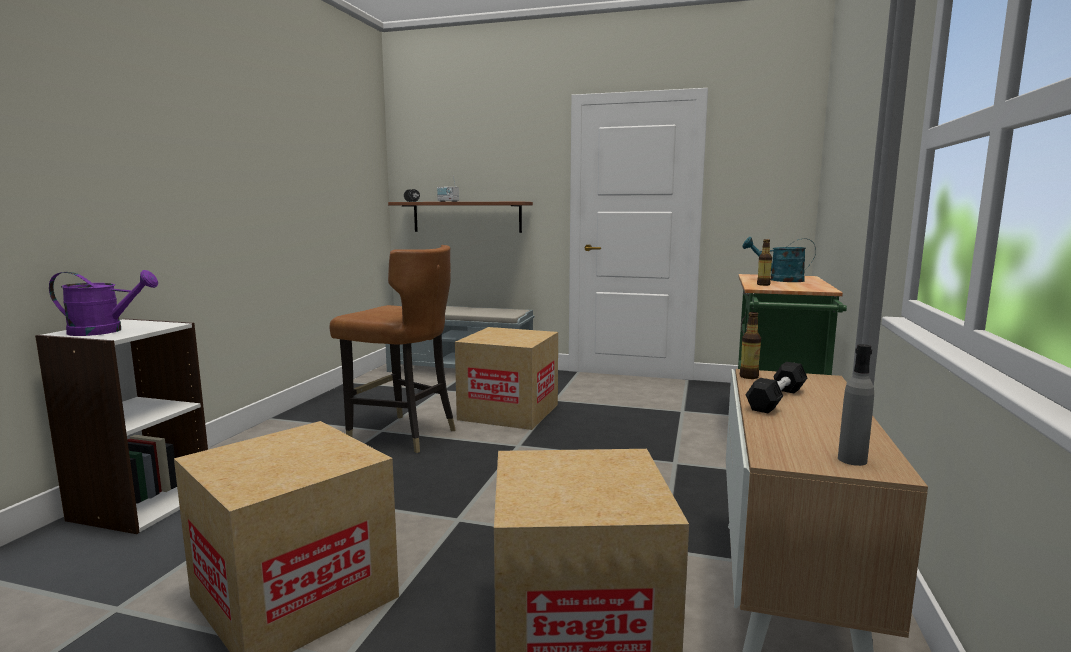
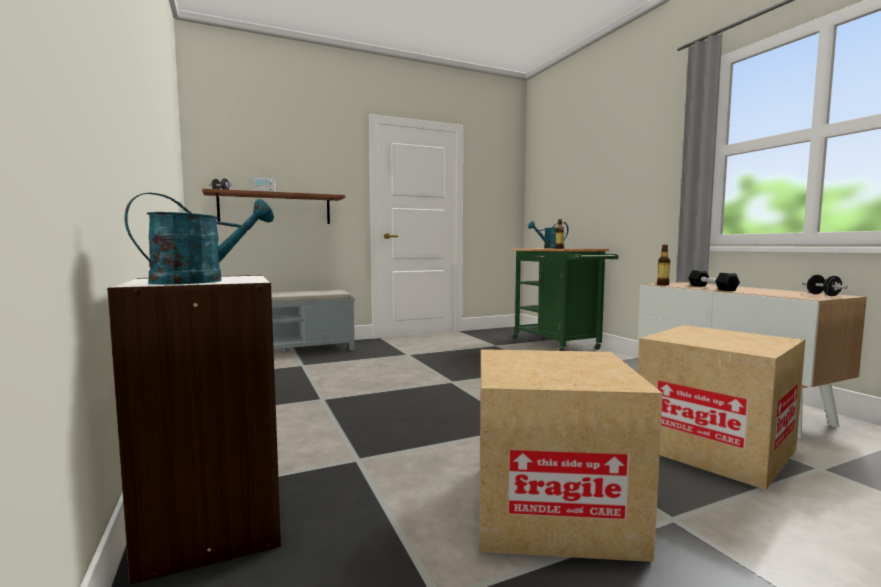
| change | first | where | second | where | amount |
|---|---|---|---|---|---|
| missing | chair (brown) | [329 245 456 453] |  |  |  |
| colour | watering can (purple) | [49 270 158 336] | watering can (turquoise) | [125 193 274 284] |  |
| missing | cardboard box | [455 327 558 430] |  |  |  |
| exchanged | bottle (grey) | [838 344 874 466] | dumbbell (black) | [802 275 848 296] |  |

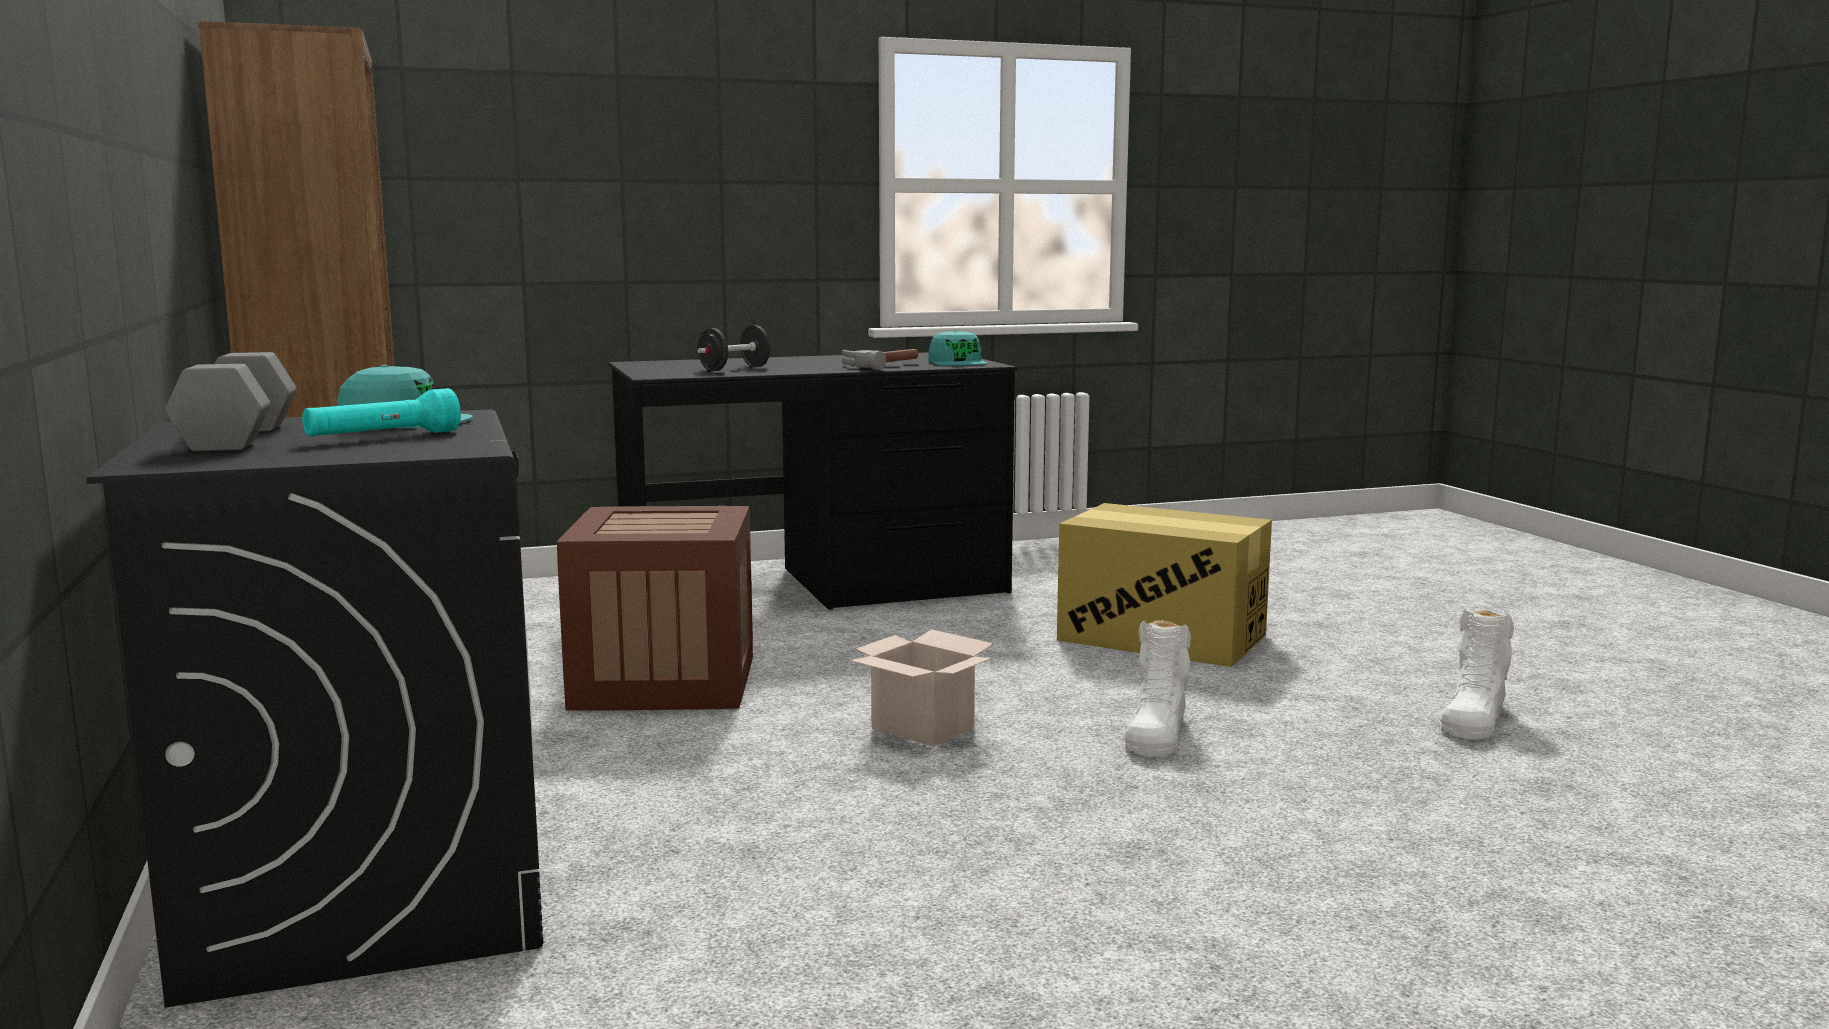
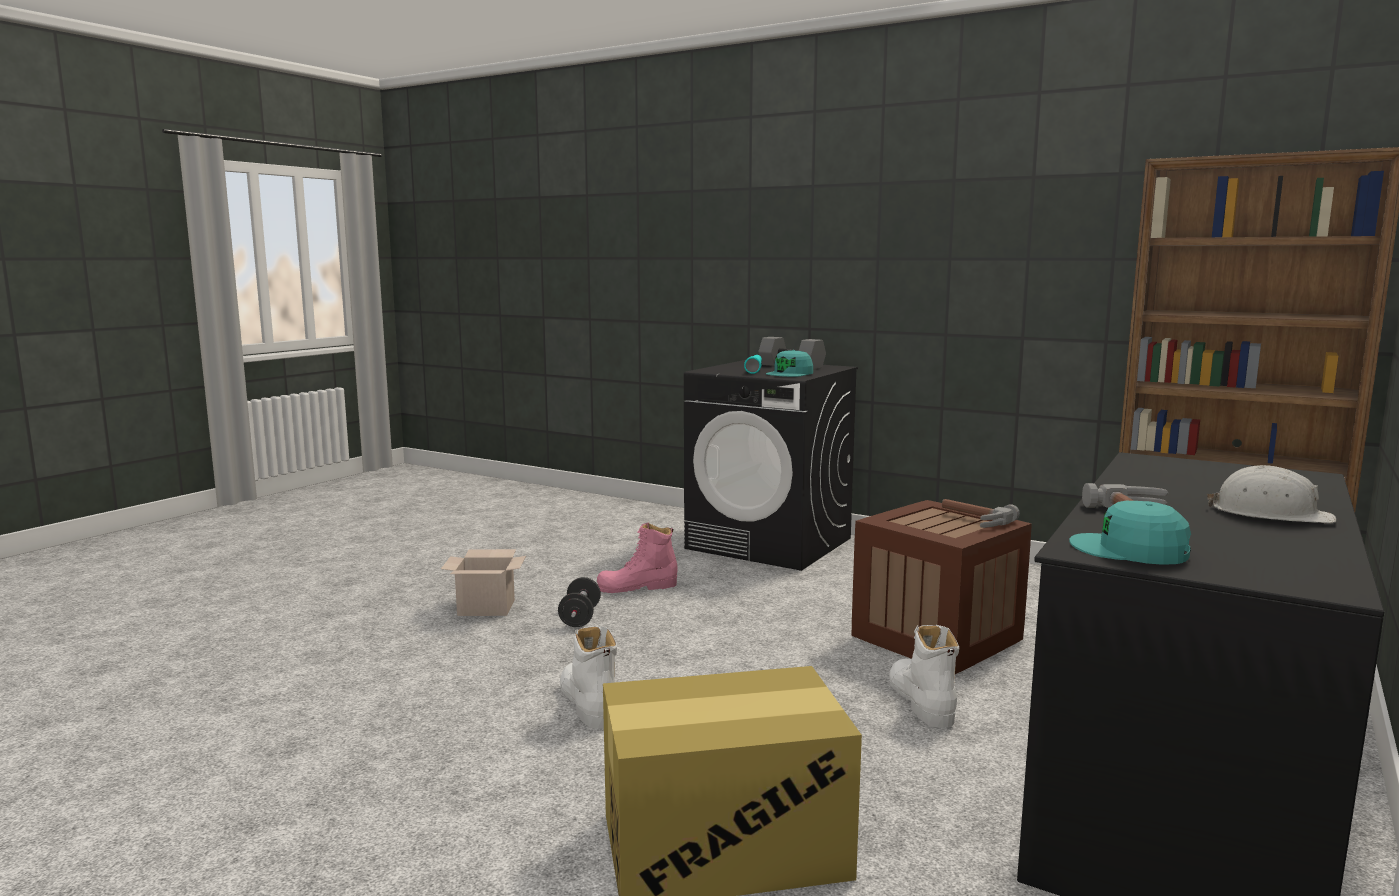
| change | first | where | second | where | amount |
|---|---|---|---|---|---|
| relocated | dumbbell (black) | [697 325 771 371] |  | [558 577 601 627] |  |
| relocated | boot (white) | [1440 609 1514 739] |  | [889 625 959 728] |  |
| relocated | cardboard box | [850 629 993 747] |  | [441 549 526 616] |  |
| appeared |  |  | hard hat (white) | [1207 465 1336 524] |  |
| appeared |  |  | hammer | [942 499 1020 528] |  |
| appeared |  |  | boot (pink) | [597 523 678 593] |  |

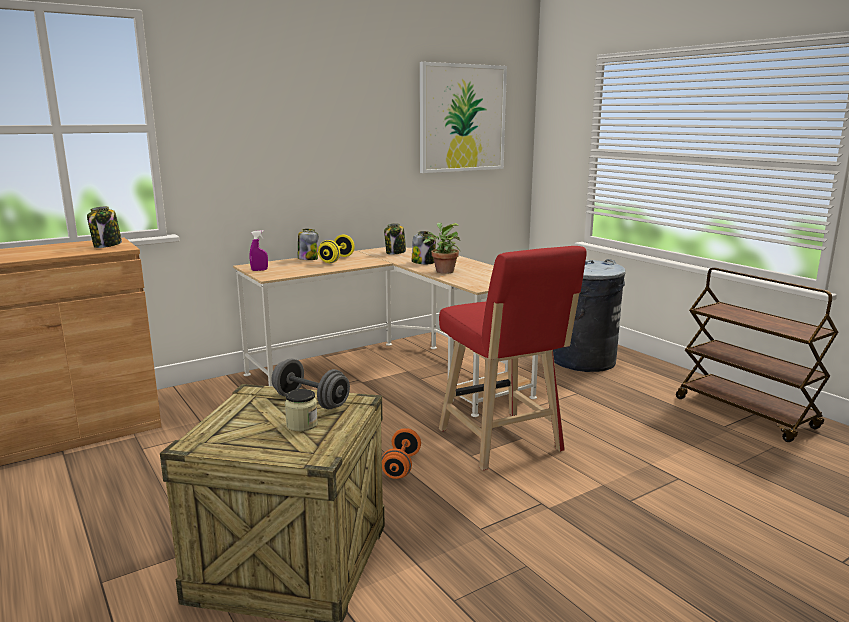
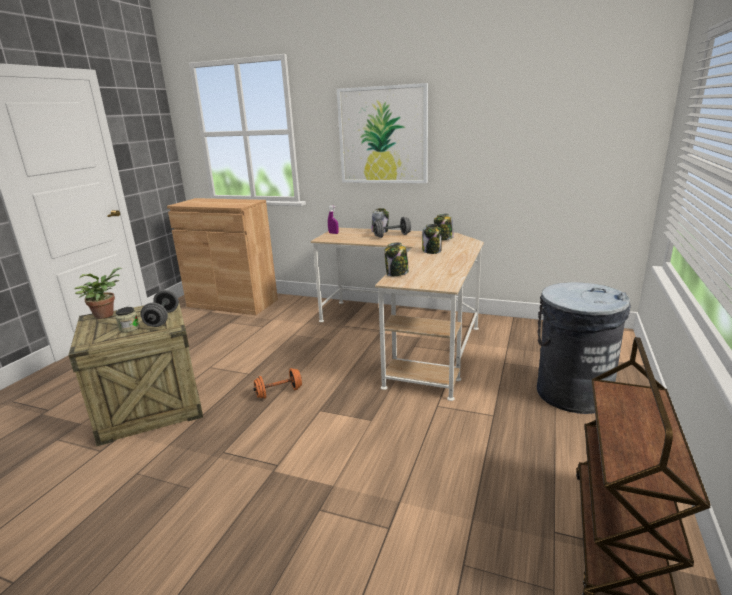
| change | first | where | second | where | amount |
|---|---|---|---|---|---|
| relocated | picture | [420 62 507 173] |  | [337 83 428 183] |  |
| relocated | jar | [87 206 122 248] |  | [384 242 409 276] |  |
| relocated | potted plant | [423 222 461 274] |  | [74 267 122 319] |  |
| colour | dumbbell (yellow) | [318 234 355 263] | dumbbell (grey) | [373 217 411 238] |  |
| missing | stool (red) | [439 246 587 470] |  |  |  |

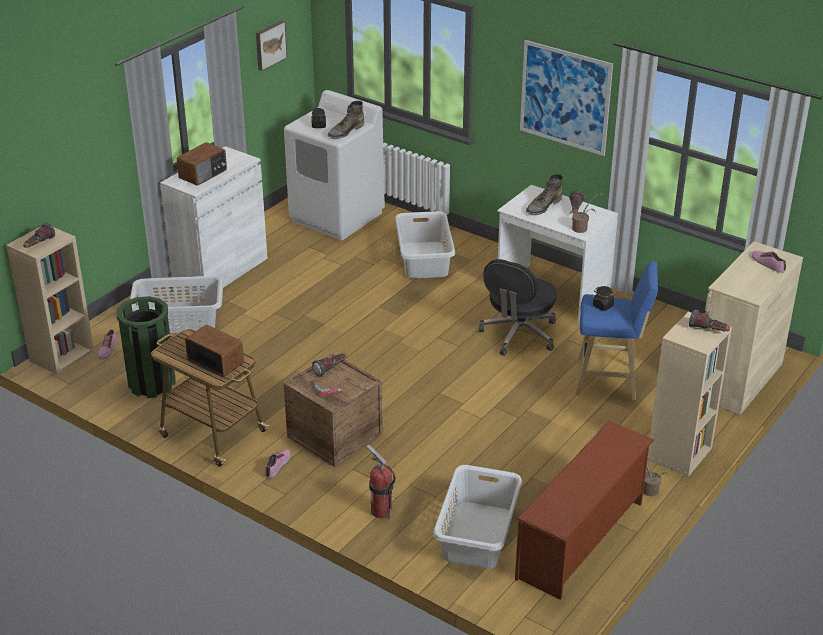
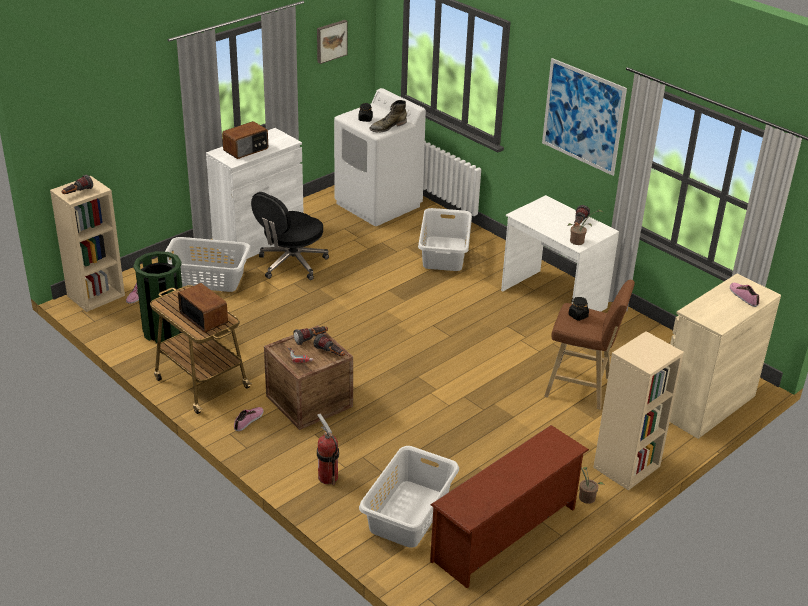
| change | first | where | second | where | amount |
|---|---|---|---|---|---|
| missing | boot (green) | [526 174 563 215] |  |  |  |
| relocated | office chair (black) | [479 259 557 356] |  | [251 192 329 280] |  |
| colour | stool (blue) | [575 261 658 400] | stool (brown) | [544 280 635 410] |  |
| relocated | flashlight | [689 310 730 332] |  | [314 333 345 356] |  |

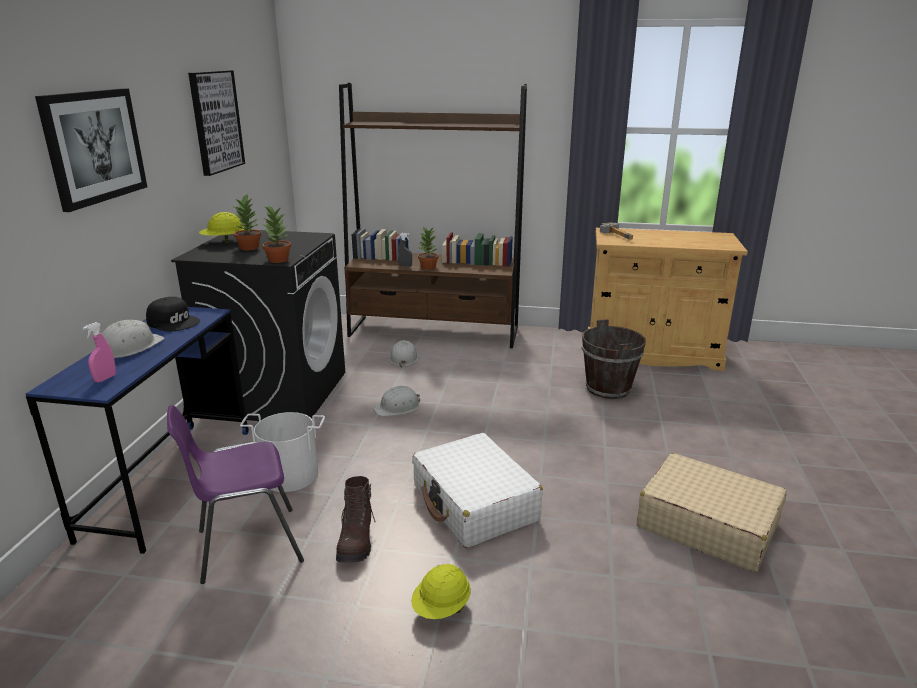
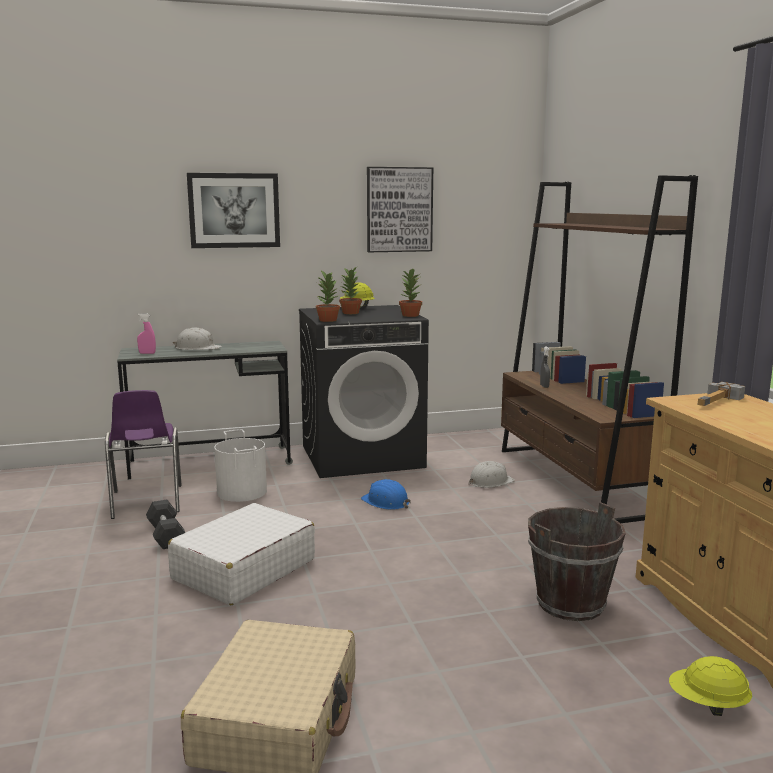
| change | first | where | second | where | amount |
|---|---|---|---|---|---|
| relocated | potted plant | [417 226 438 270] |  | [399 268 422 317] |  |
| missing | cap (black) | [146 297 200 332] |  |  |  |
| colour | desk (blue) | [26 307 249 554] | desk (grey) | [117 341 293 479] |  |
| colour | hard hat (white) | [373 385 420 416] | hard hat (blue) | [361 479 411 510] |  |
| spun | chair (purple) | [167 405 304 584] |  | [105 390 182 519] | 150 degrees counterclockwise |
| exchanged | boot (brown) | [336 476 376 563] | dumbbell (black) | [146 500 185 549] |  |
| relocated | hard hat (yellow) | [411 564 471 619] |  | [669 656 752 716] |  |

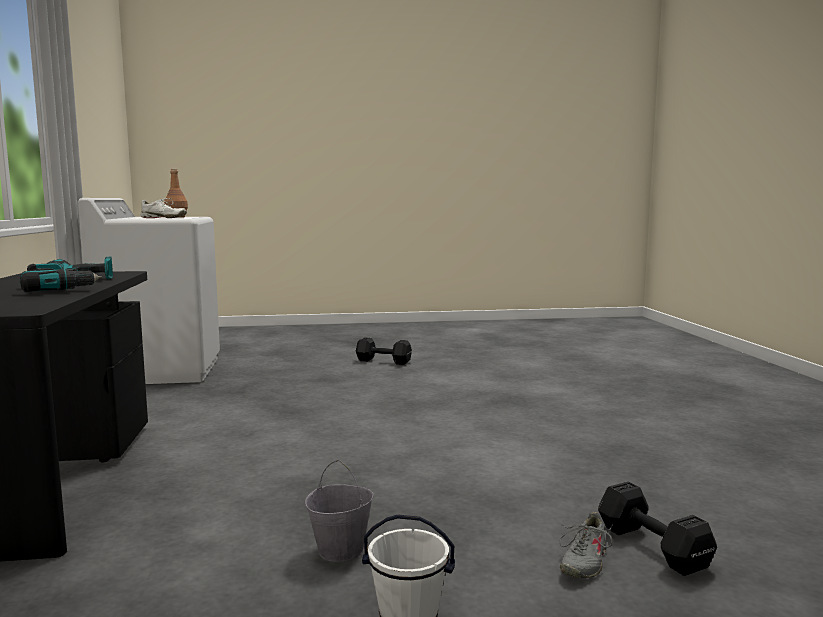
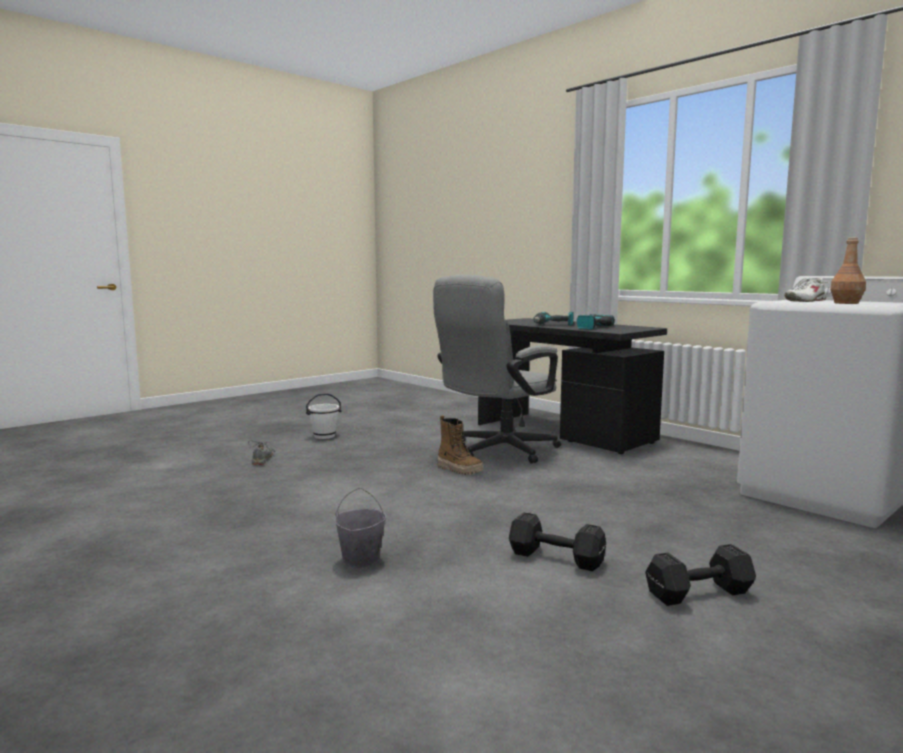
| change | first | where | second | where | amount |
|---|---|---|---|---|---|
| relocated | bucket (grey) | [305 460 374 562] |  | [334 488 386 568] |  |
| relocated | dumbbell (black) | [598 482 717 576] |  | [509 512 606 571] |  |
| appeared |  |  | office chair (grey) | [433 275 561 463] |  |
| appeared |  |  | boot | [437 415 483 475] |  |

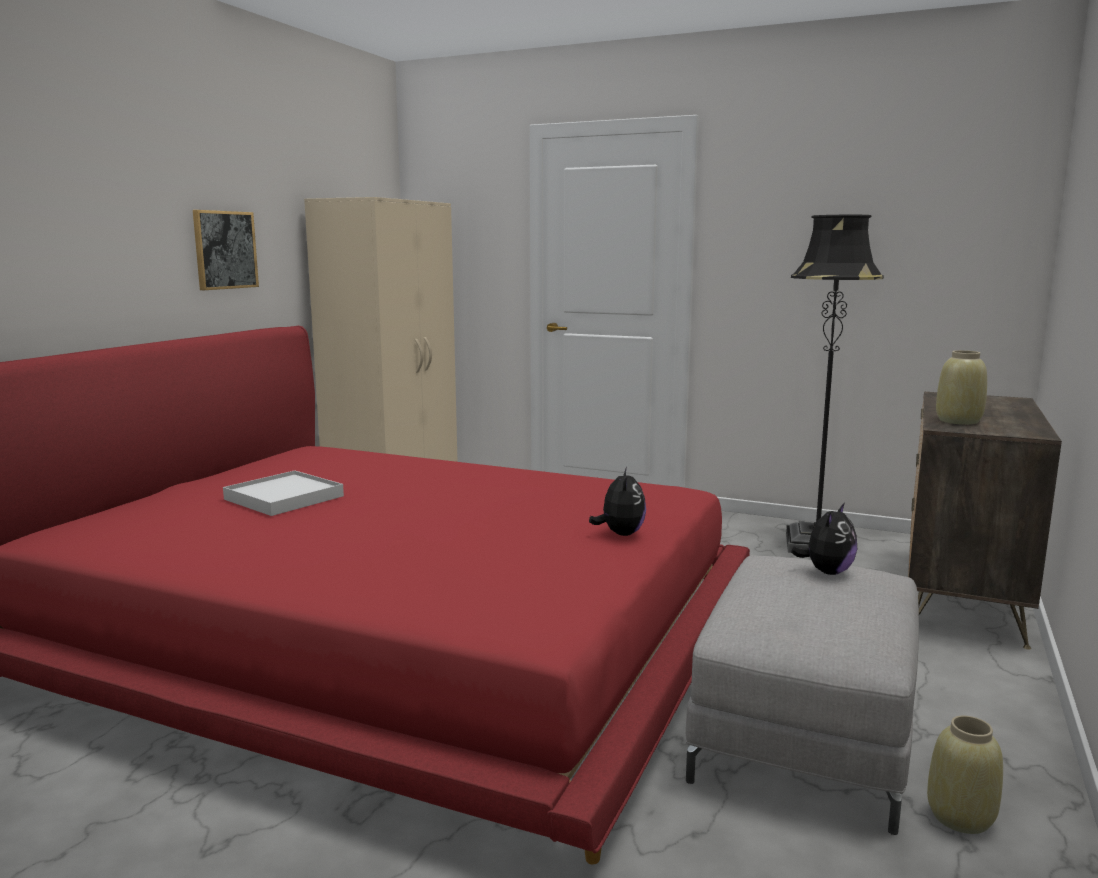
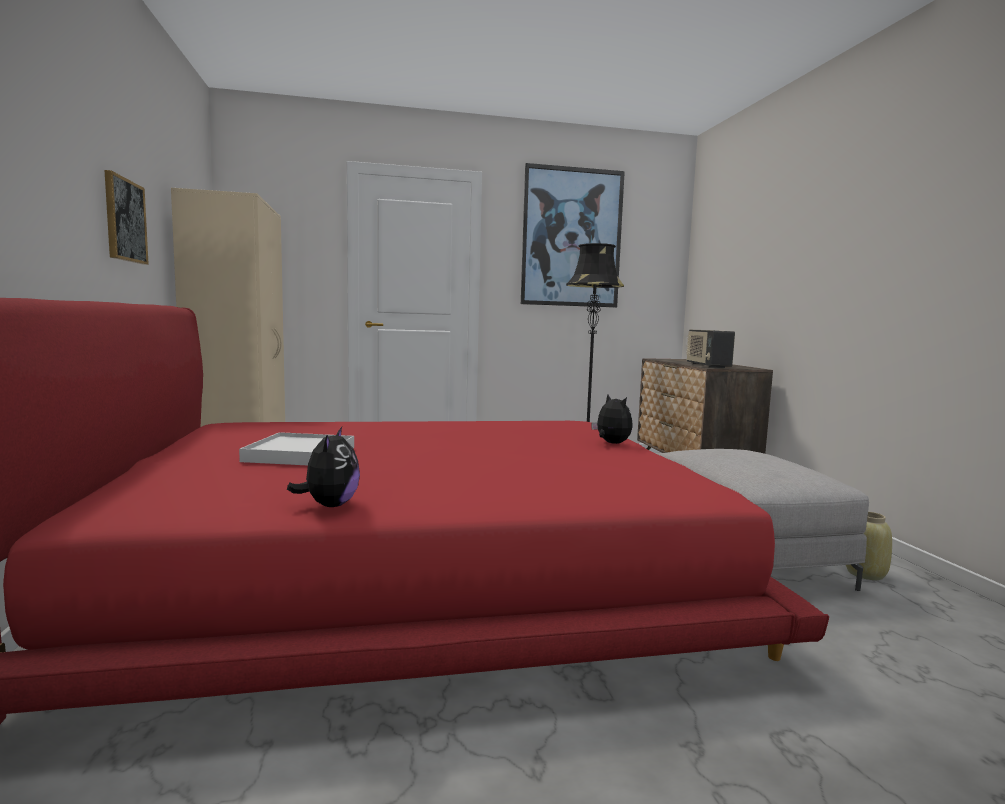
| change | first | where | second | where | amount |
|---|---|---|---|---|---|
| exchanged | vase (beige) | [936 350 987 425] | radio | [686 330 735 368] |  |
| relocated | plush toy | [791 502 857 575] |  | [287 427 360 507] |  |
| appeared |  |  | picture | [521 163 625 307] |  |

